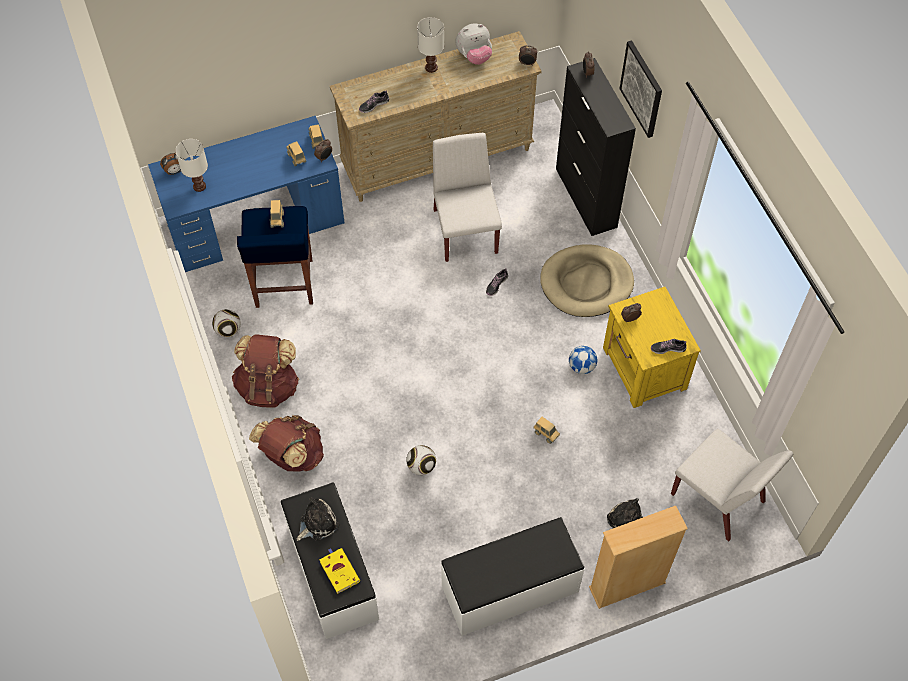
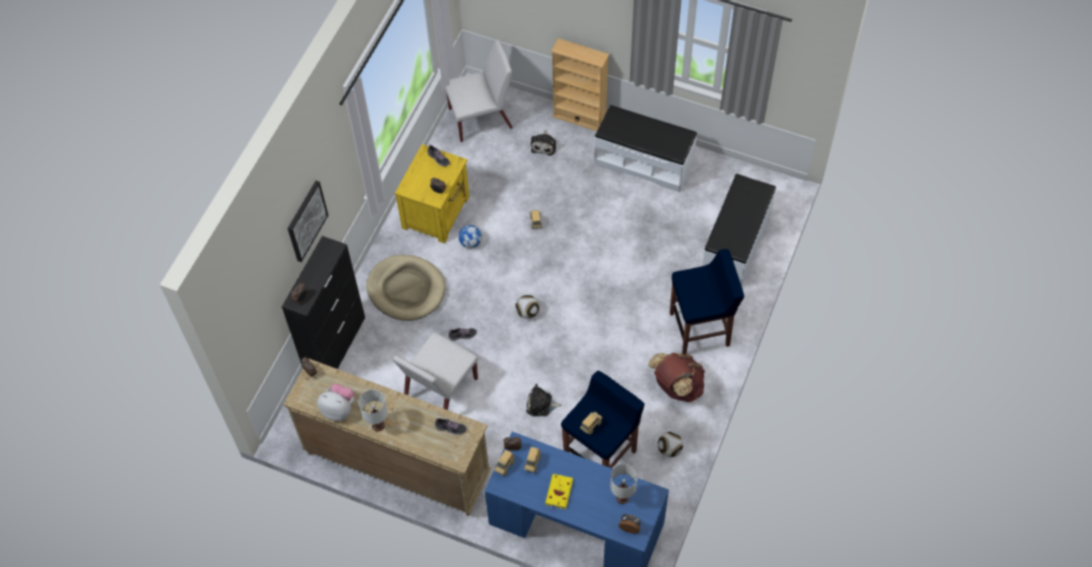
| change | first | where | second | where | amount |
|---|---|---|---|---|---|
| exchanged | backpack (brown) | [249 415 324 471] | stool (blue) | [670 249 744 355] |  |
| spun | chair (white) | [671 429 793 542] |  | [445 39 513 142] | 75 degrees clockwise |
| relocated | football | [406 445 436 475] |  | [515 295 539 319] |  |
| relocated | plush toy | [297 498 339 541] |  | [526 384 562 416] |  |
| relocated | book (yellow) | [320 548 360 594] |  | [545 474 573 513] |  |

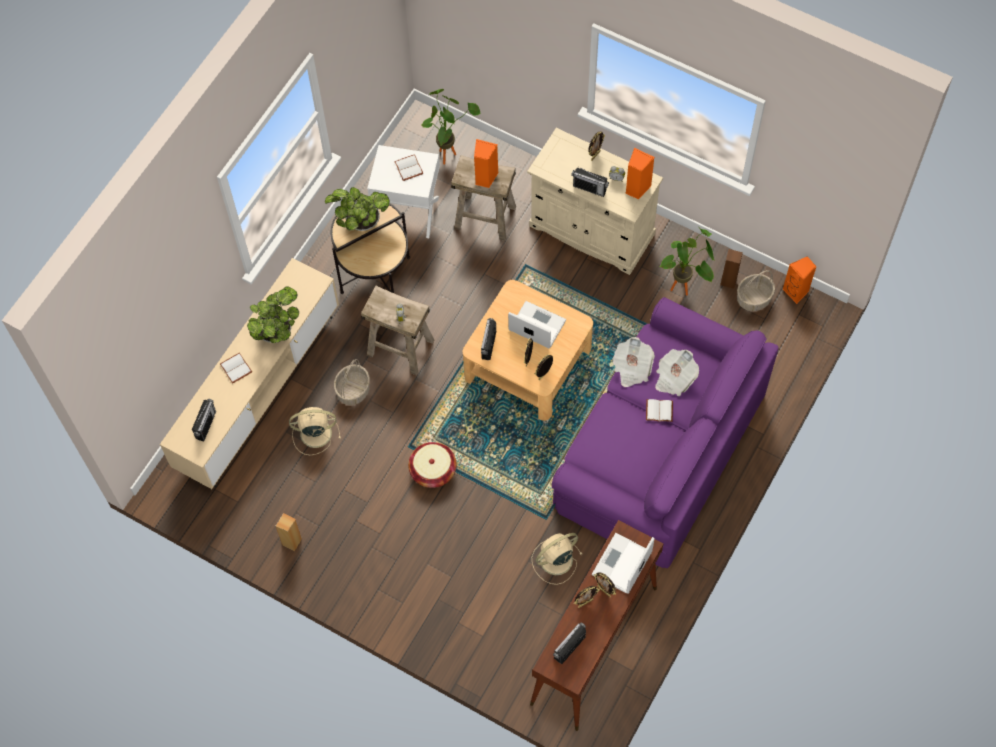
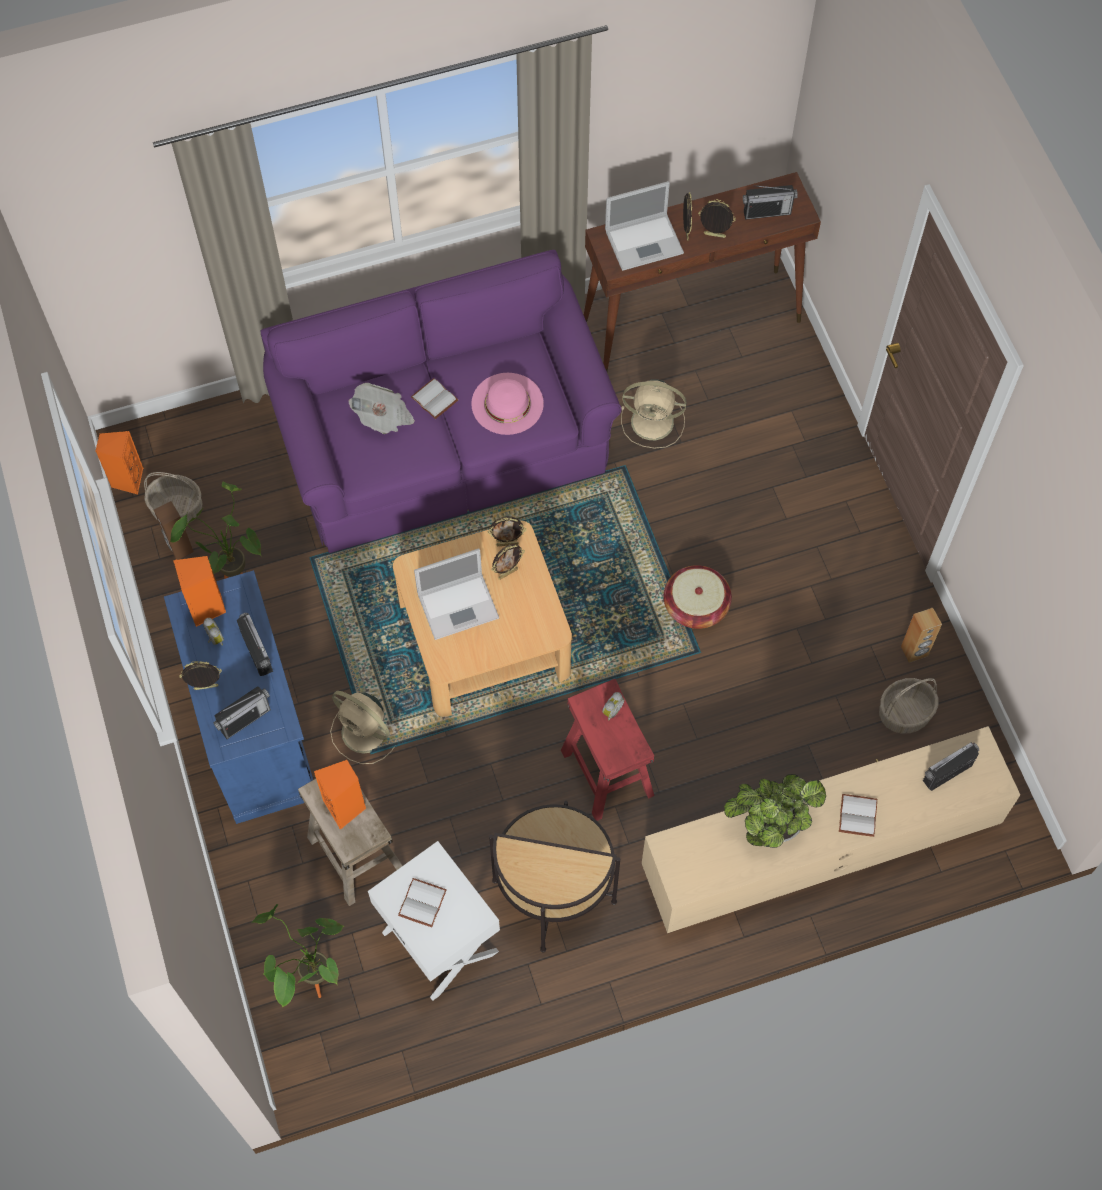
| change | first | where | second | where | amount |
|---|---|---|---|---|---|
| colour | cabinet (beige) | [527 128 663 275] | cabinet (blue) | [164 570 313 824] |  |
| missing | potted plant | [325 187 390 231] |  |  |  |
| colour | stool (beige) | [361 286 434 375] | stool (red) | [561 679 654 821] |  |
| spun | laptop | [508 301 566 349] |  | [414 548 499 640] | 90 degrees counterclockwise |
| relocated | radio | [481 318 496 360] |  | [213 686 271 739] |  |
| missing | newspaper | [612 337 655 387] |  |  |  |
| relocated | basket | [334 359 370 405] |  | [879 678 938 734] |  |
| relocated | fan (beige) | [289 407 341 455] |  | [330 691 396 764] |  |
| appeared |  |  | hat (pink) | [471 373 544 435] |  |

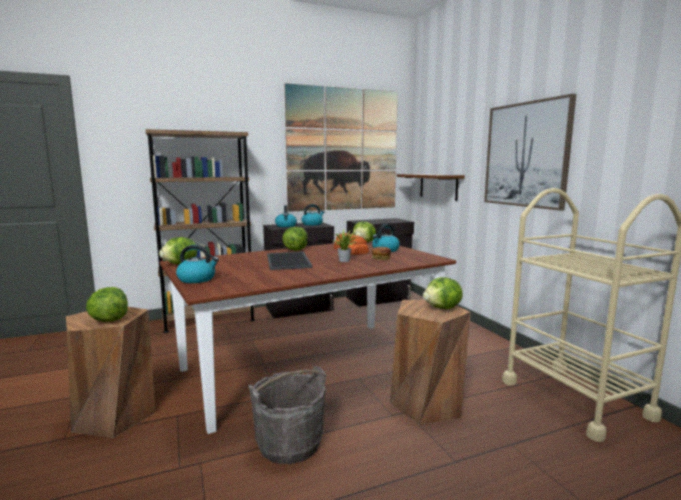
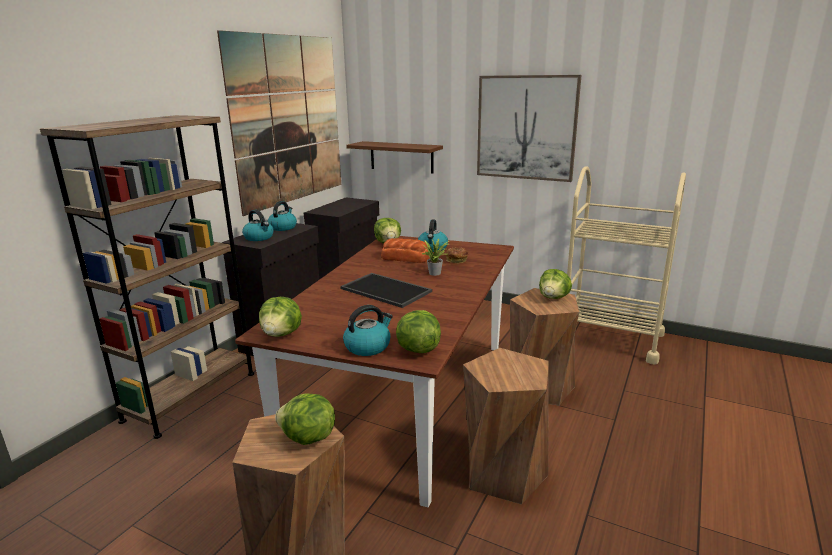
| change | first | where | second | where | amount |
|---|---|---|---|---|---|
| relocated | lettuce | [282 227 308 251] |  | [396 310 441 353] |  |
| exchanged | bucket (grey) | [248 366 327 464] | stool (brown) | [463 348 549 505] |  |

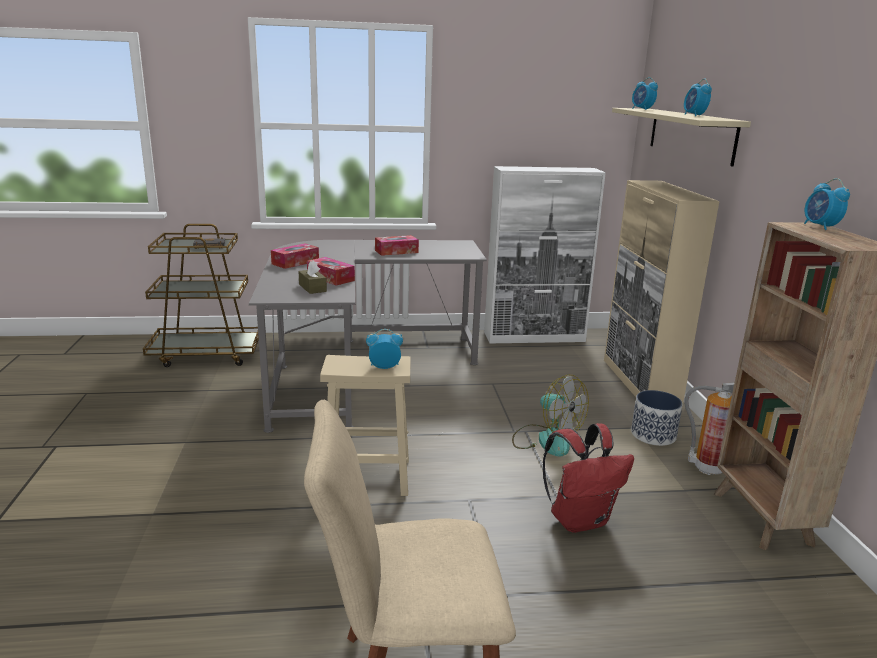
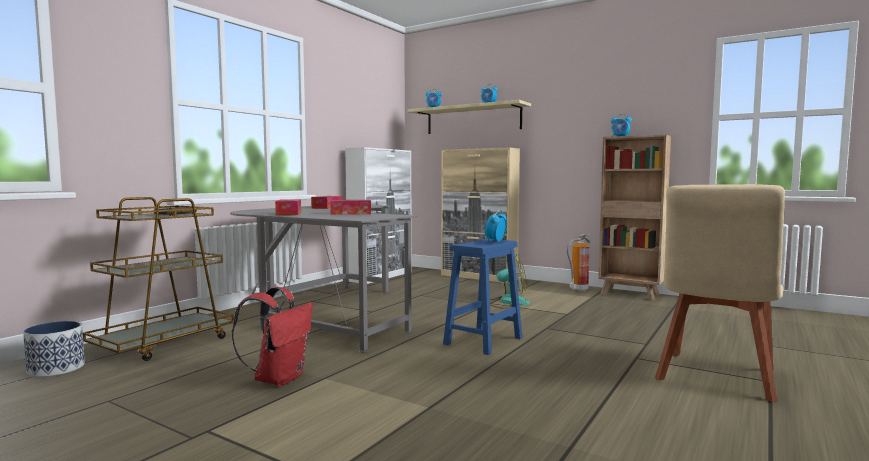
| change | first | where | second | where | amount |
|---|---|---|---|---|---|
| missing | tissue box (brown) | [298 261 327 294] |  |  |  |
| colour | stool (beige) | [320 355 411 496] | stool (blue) | [443 239 523 355] |  |
| relocated | planter | [631 390 683 446] |  | [23 321 85 377] |  |
| relocated | backpack (red) | [543 423 634 533] |  | [232 287 312 386] |  |

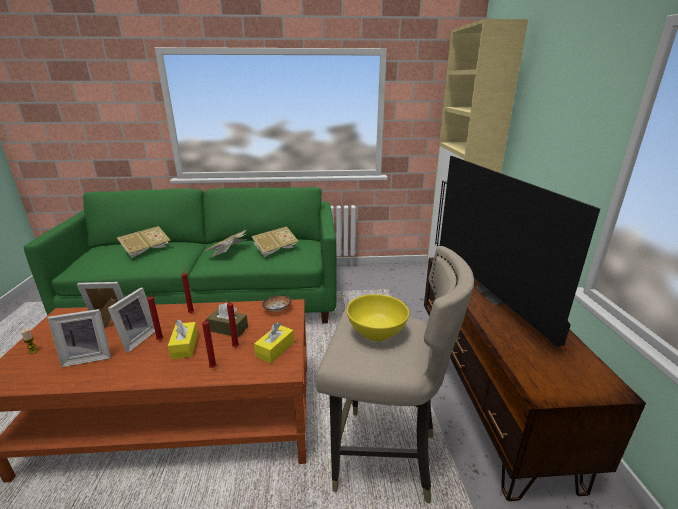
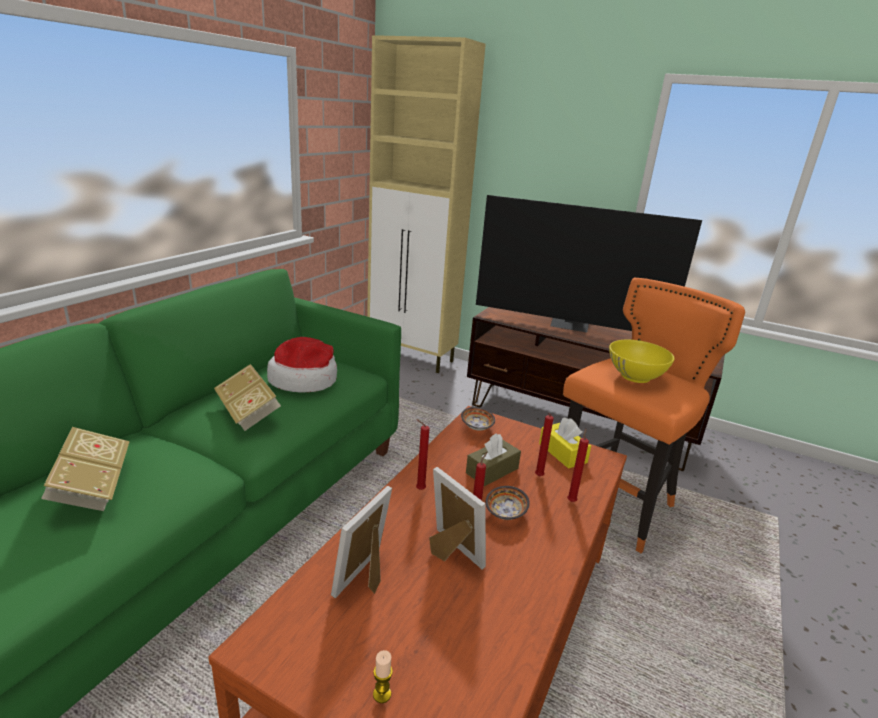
| change | first | where | second | where | amount |
|---|---|---|---|---|---|
| exchanged | book | [251 226 299 257] | hat | [267 337 337 393] |  |
| colour | stool (beige) | [316 246 474 504] | stool (orange) | [563 278 745 553] |  |
| missing | picture frame | [47 309 111 367] |  |  |  |
| exchanged | tissue box (yellow) | [168 320 198 359] | bowl | [486 486 530 520] |  |

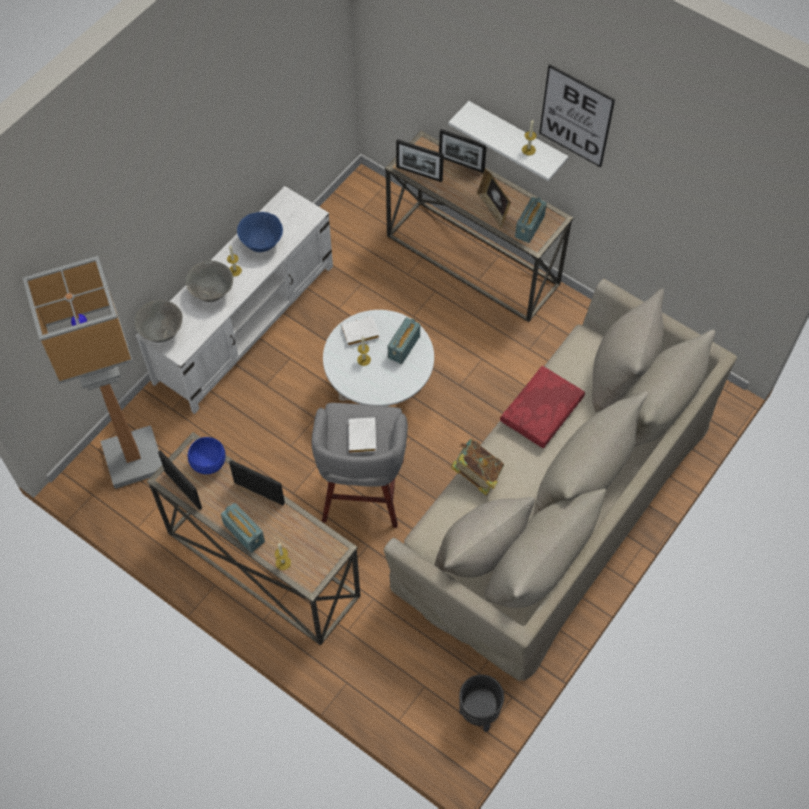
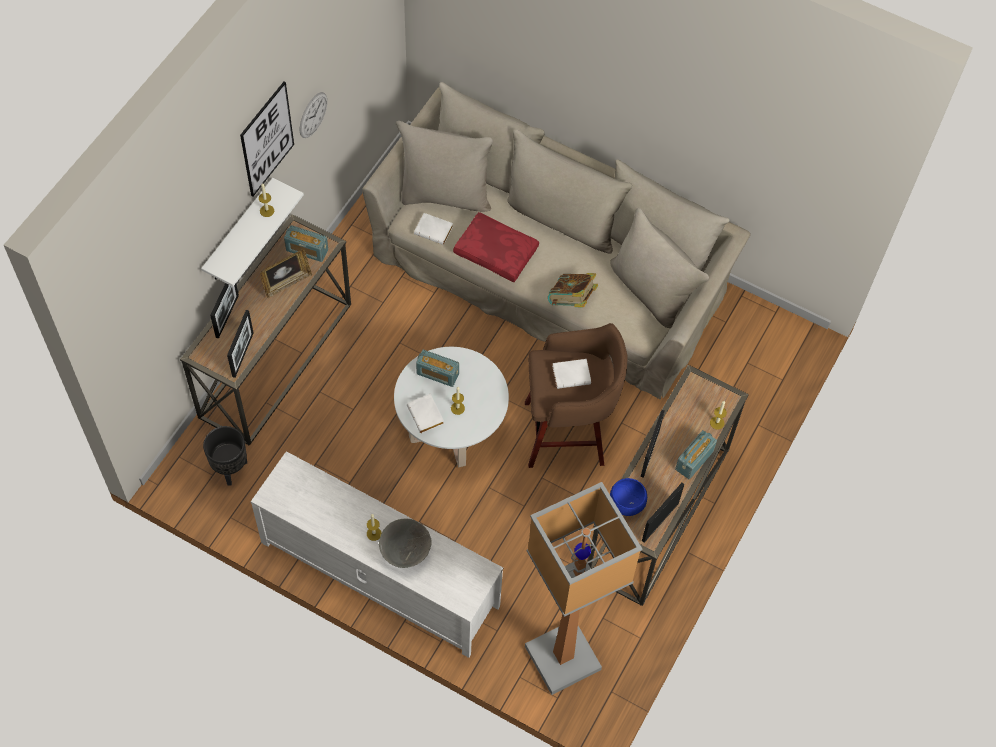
| change | first | where | second | where | amount |
|---|---|---|---|---|---|
| missing | bowl (blue) | [237 212 283 252] |  |  |  |
| missing | bowl (grey) | [135 300 183 343] |  |  |  |
| colour | stool (grey) | [312 403 408 528] | stool (brown) | [525 323 628 468] |  |
| relocated | planter (black) | [459 674 504 732] |  | [203 426 247 486] |  |
| appeared |  |  | wall clock | [300 92 327 138] |  |
| appeared |  |  | book (white) | [414 213 453 245] |  |

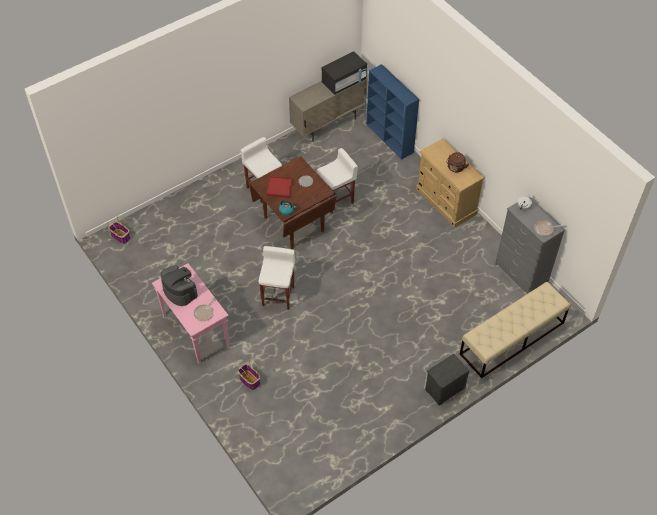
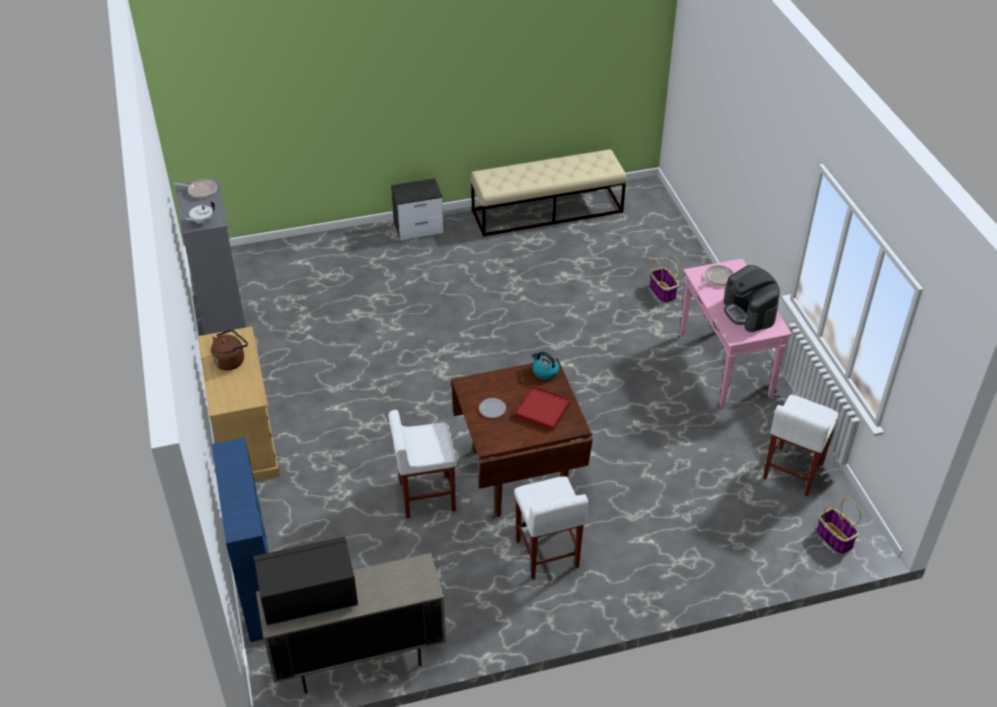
| change | first | where | second | where | amount |
|---|---|---|---|---|---|
| relocated | stool (white) | [259 246 295 310] |  | [763 395 840 496] |  |
| relocated | bench (beige) | [460 282 570 378] |  | [470 149 627 237] |  |

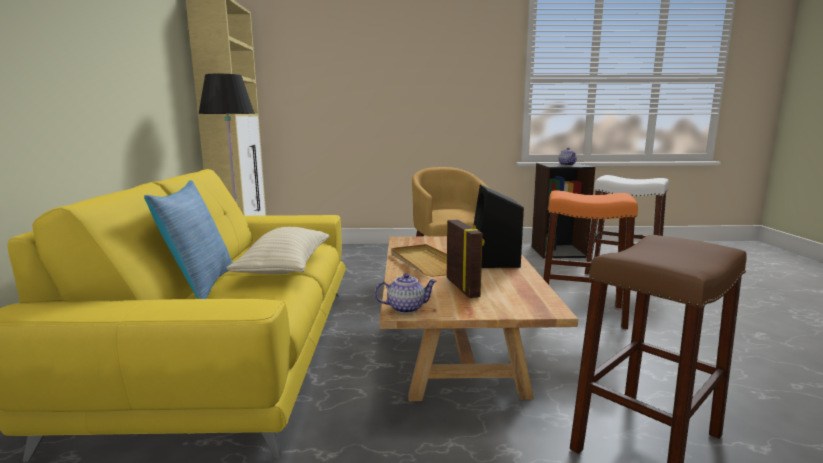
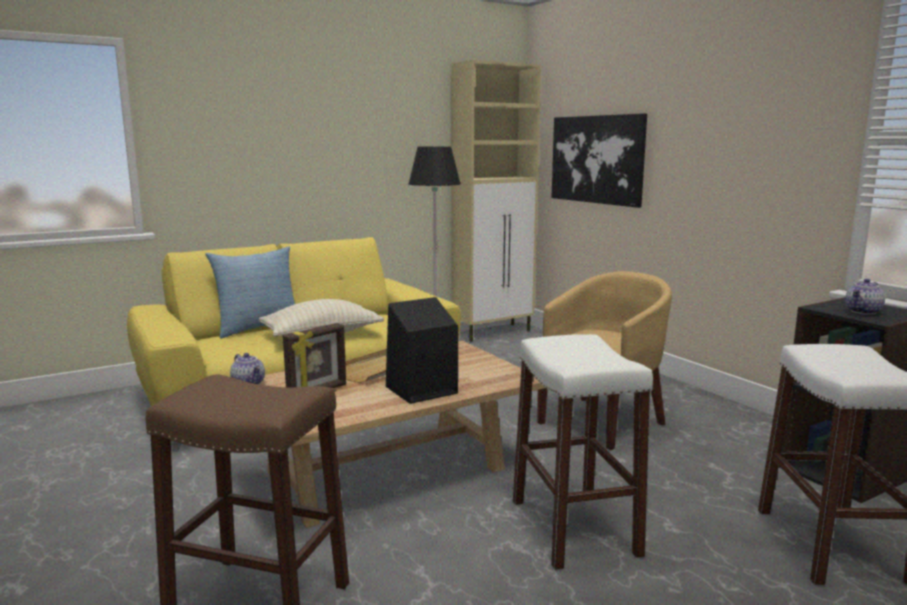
| change | first | where | second | where | amount |
|---|---|---|---|---|---|
| colour | stool (orange) | [543 190 638 330] | stool (white) | [513 334 653 570] |  |
| appeared |  |  | picture | [551 113 647 208] |  |

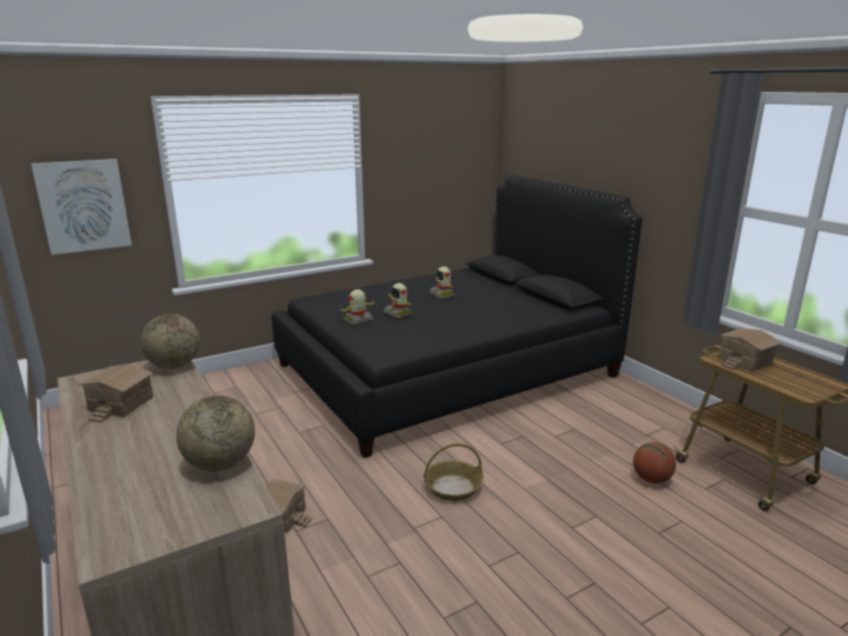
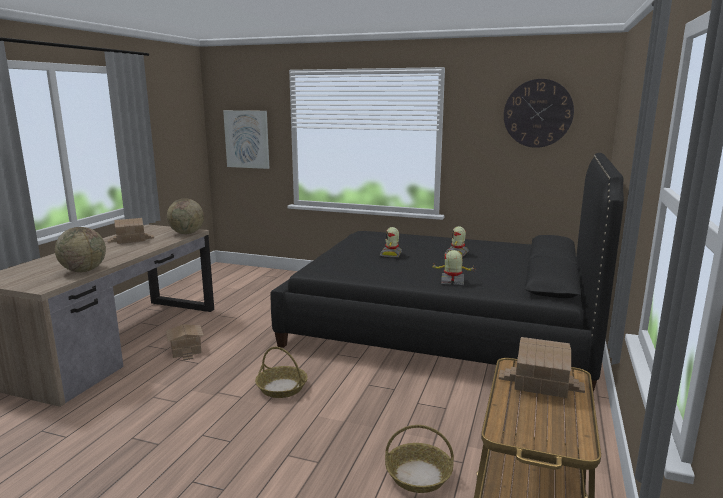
| change | first | where | second | where | amount |
|---|---|---|---|---|---|
| relocated | toy robot | [341 289 375 325] |  | [431 250 474 285] |  |
| exchanged | basketball | [633 442 676 483] | basket | [385 425 454 493] |  |
| appeared |  |  | wall clock | [504 79 574 148] |  |

